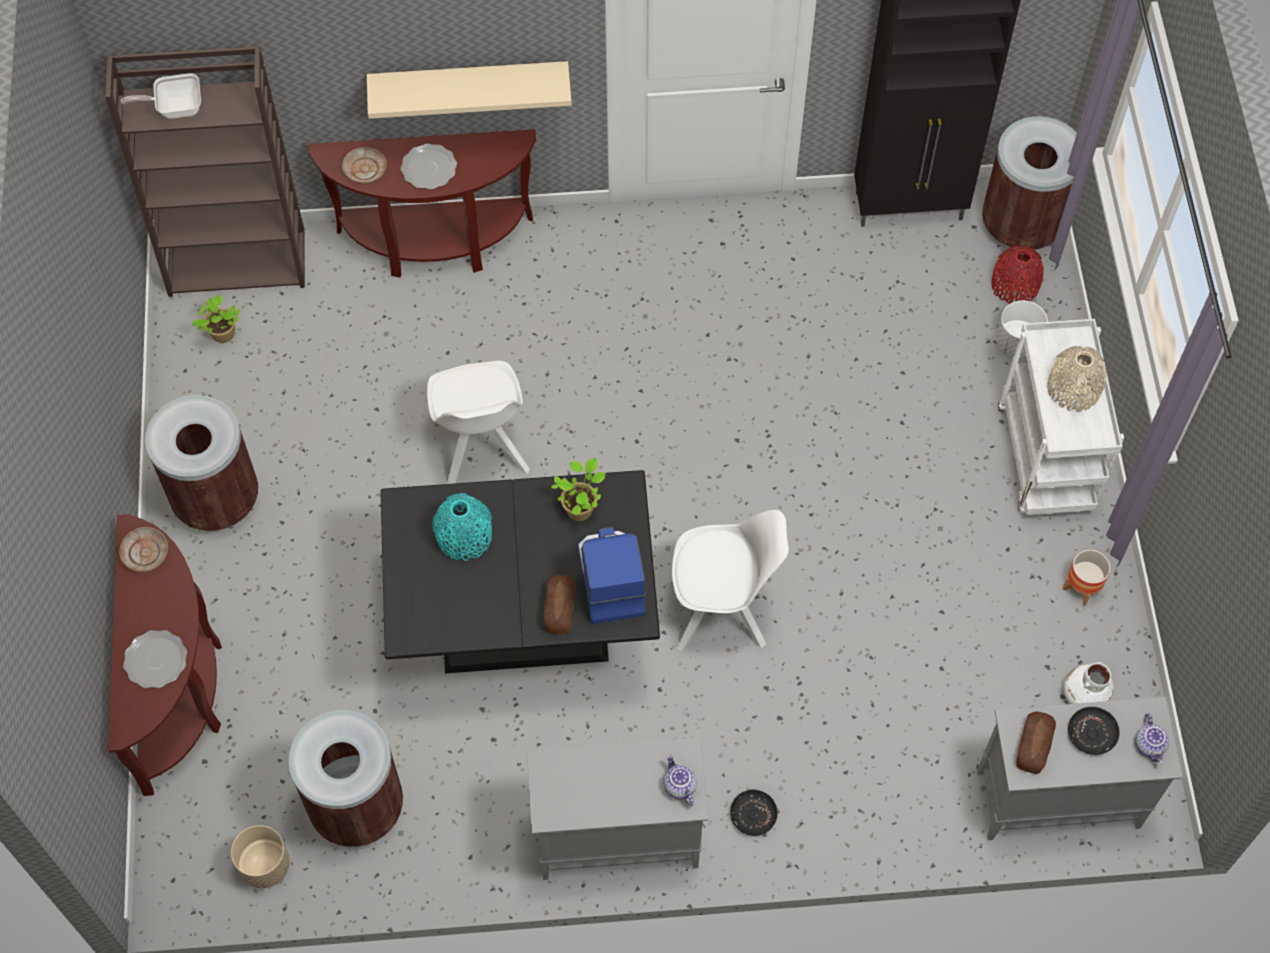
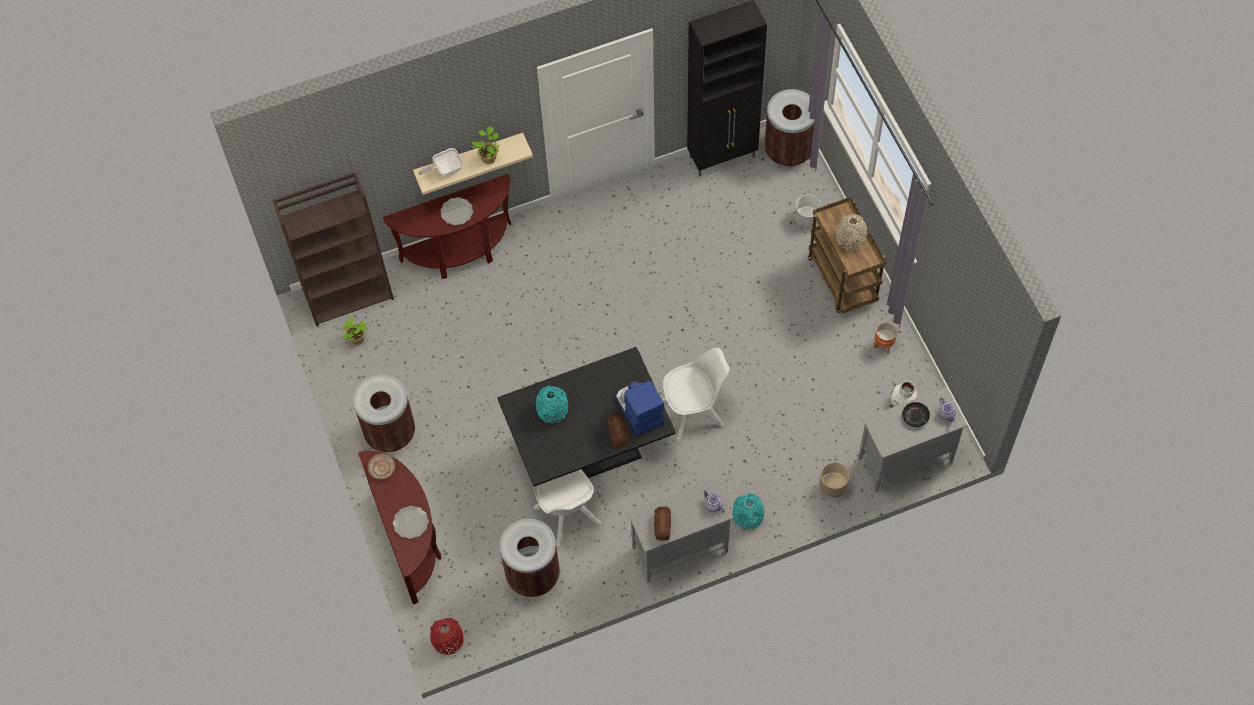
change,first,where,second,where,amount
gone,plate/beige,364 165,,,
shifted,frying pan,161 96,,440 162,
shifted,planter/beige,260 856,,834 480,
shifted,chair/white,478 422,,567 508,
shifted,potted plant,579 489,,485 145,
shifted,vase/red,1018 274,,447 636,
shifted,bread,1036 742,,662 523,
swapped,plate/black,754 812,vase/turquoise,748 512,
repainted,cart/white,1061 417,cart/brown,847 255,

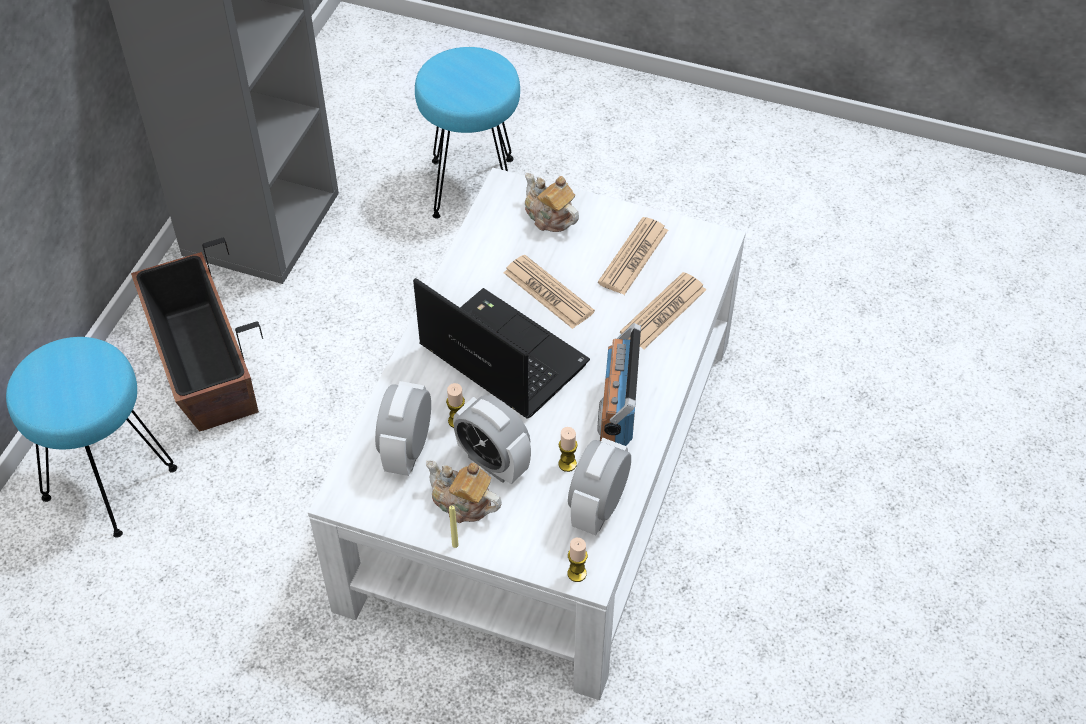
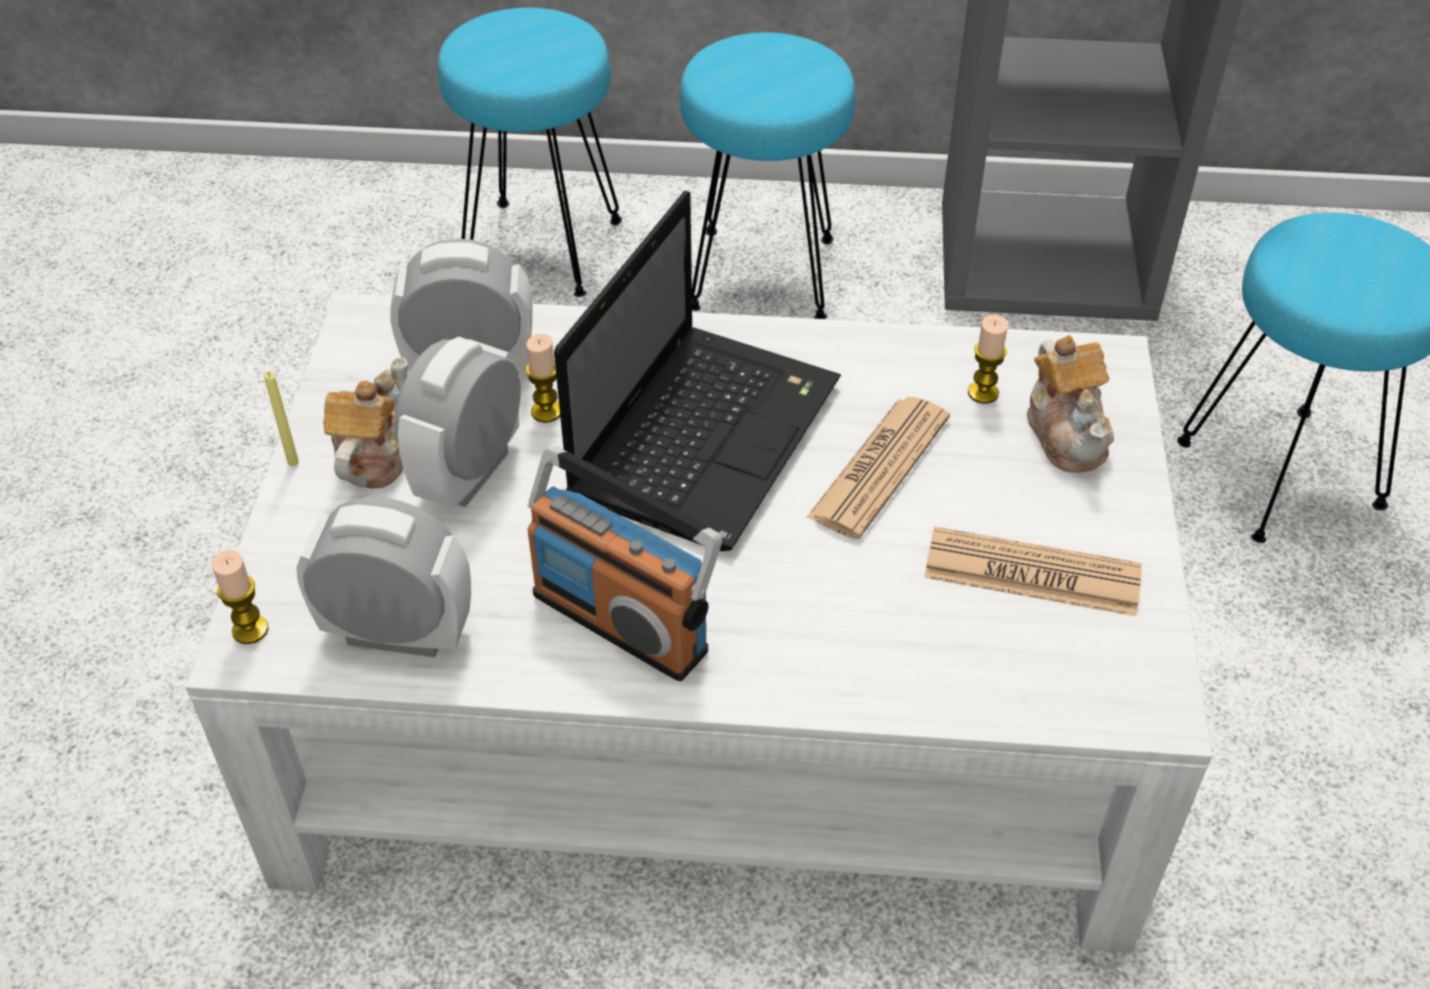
change,first,where,second,where,amount
gone,newspaper,663 310,,,
shifted,candle,568 449,,988 359,
swapped,planter,197 334,stool/turquoise,767 175,
rotated,teapot,552 202,,1070 404,135 degrees clockwise
rotated,radio,619 384,,624 564,135 degrees counterclockwise

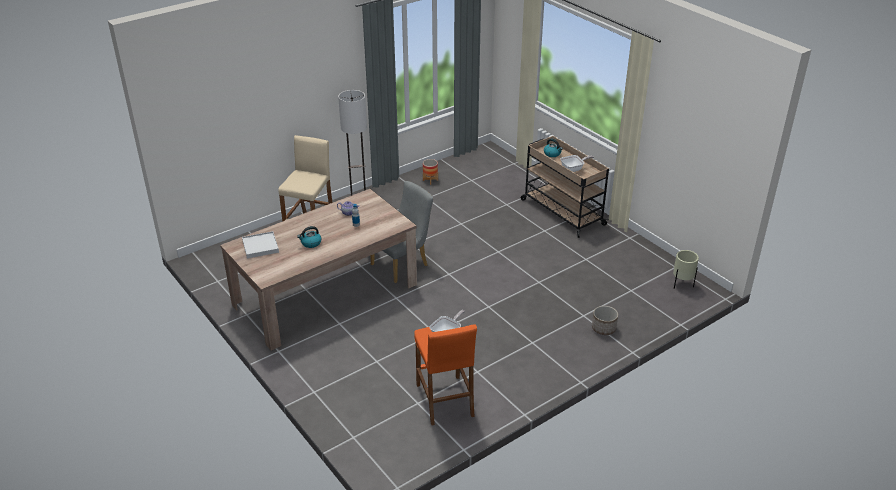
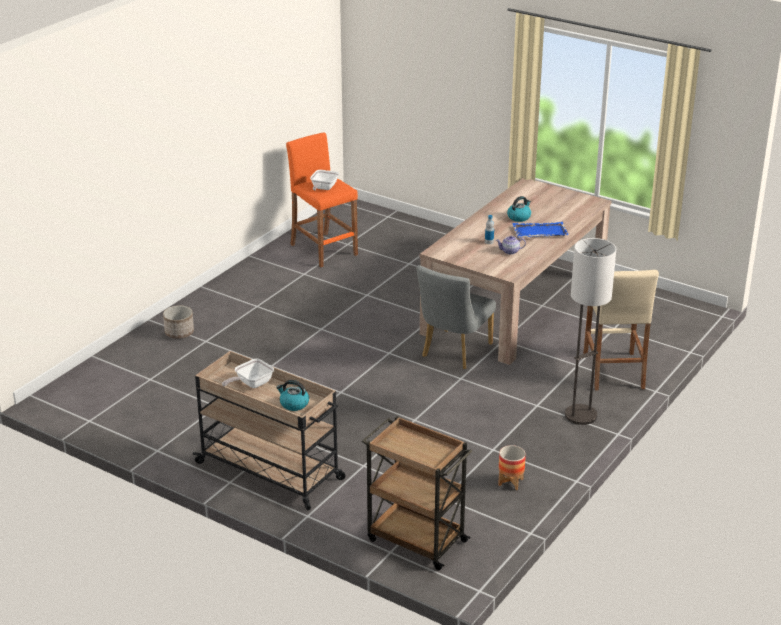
change,first,where,second,where,amount
gone,tray/white,260 244,,,
gone,planter/beige,686 269,,,
new,,,cart/brown,417 493,
new,,,tray/blue,540 229,

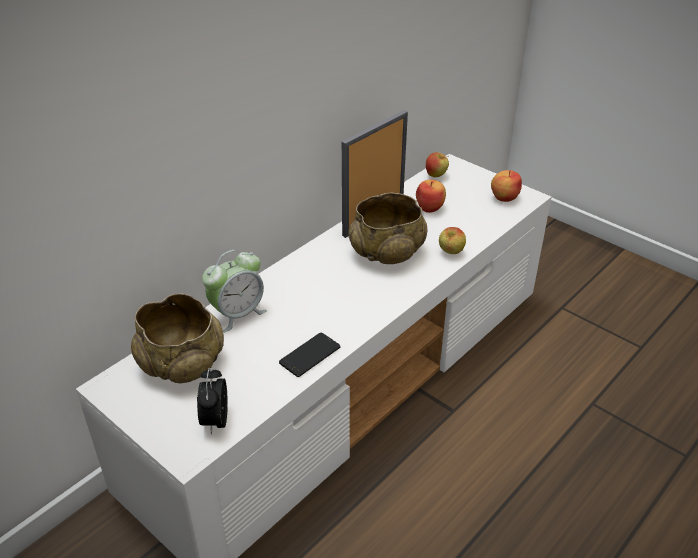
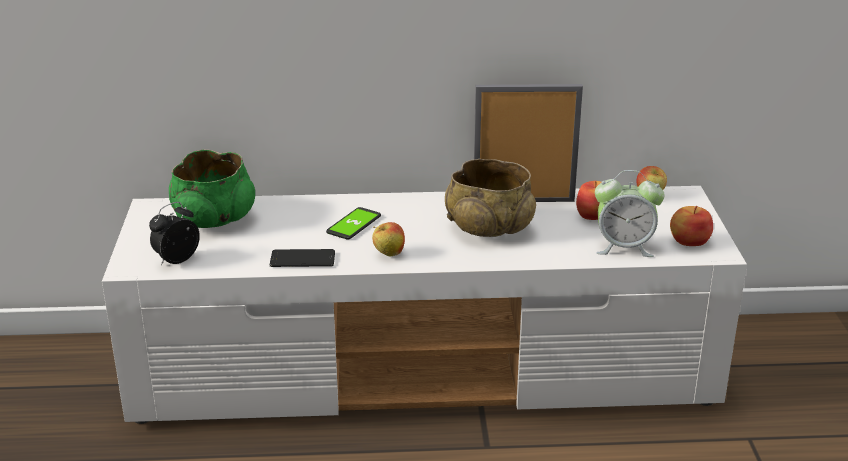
change,first,where,second,where,amount
new,,,phone,353 223,
shifted,alarm clock,234 291,,630 213,
shifted,apple,452 240,,388 239,
repainted,bowl/beige,177 339,bowl/green,212 188,

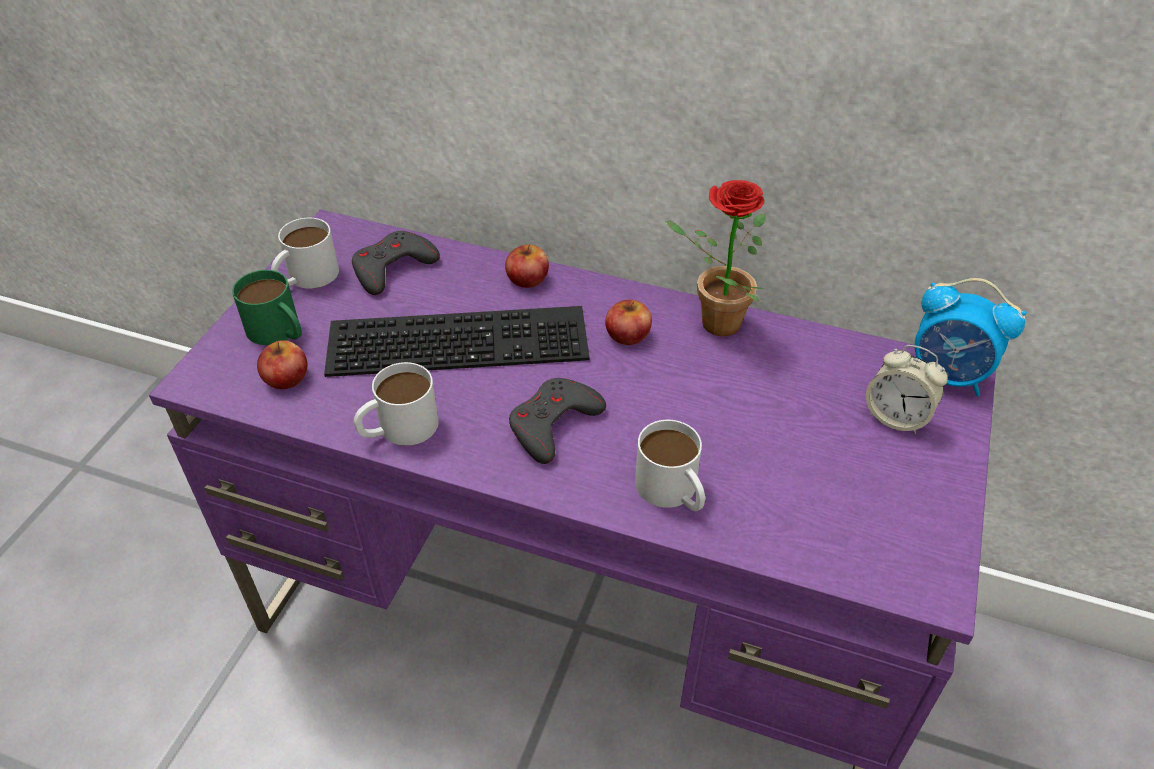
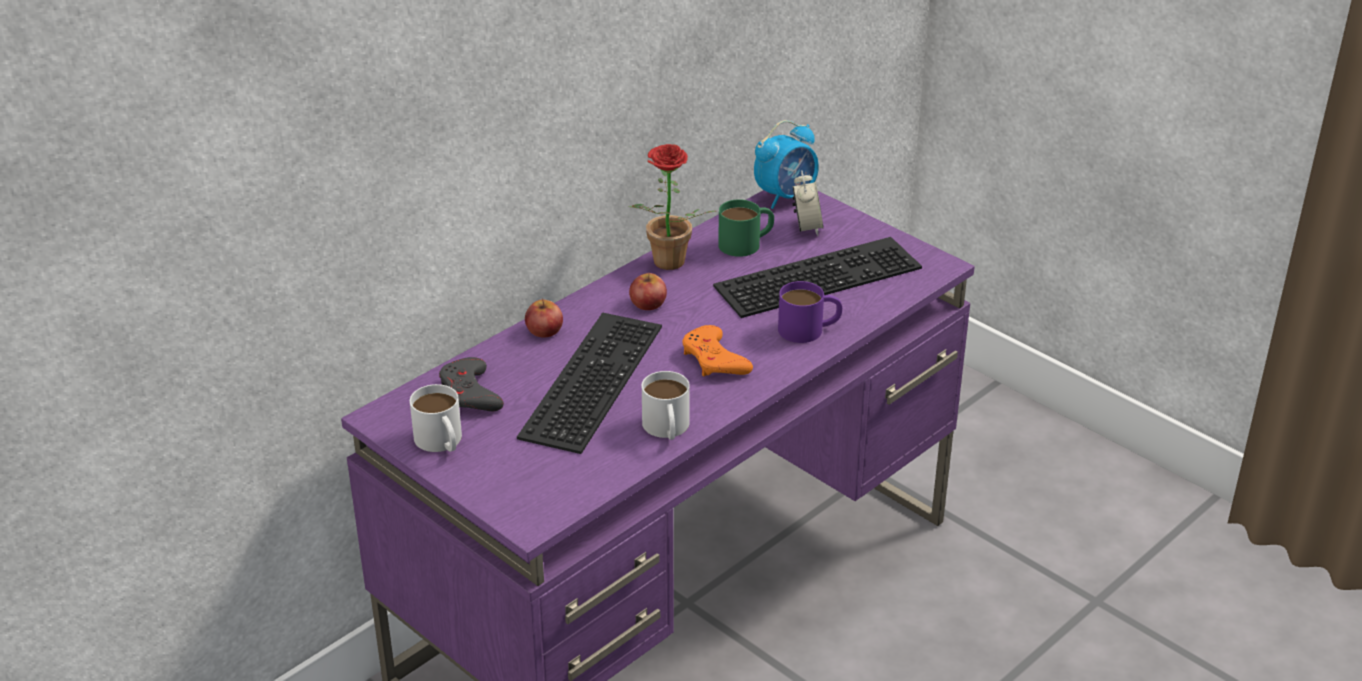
change,first,where,second,where,amount
gone,apple,282 364,,,
new,,,keyboard,817 277,
shifted,mug/green,267 307,,746 228,
repainted,game controller/grey,557 421,game controller/orange,717 351,
repainted,mug/white,670 465,mug/purple,810 312,
rotated,alarm clock,907 389,,807 203,60 degrees counterclockwise

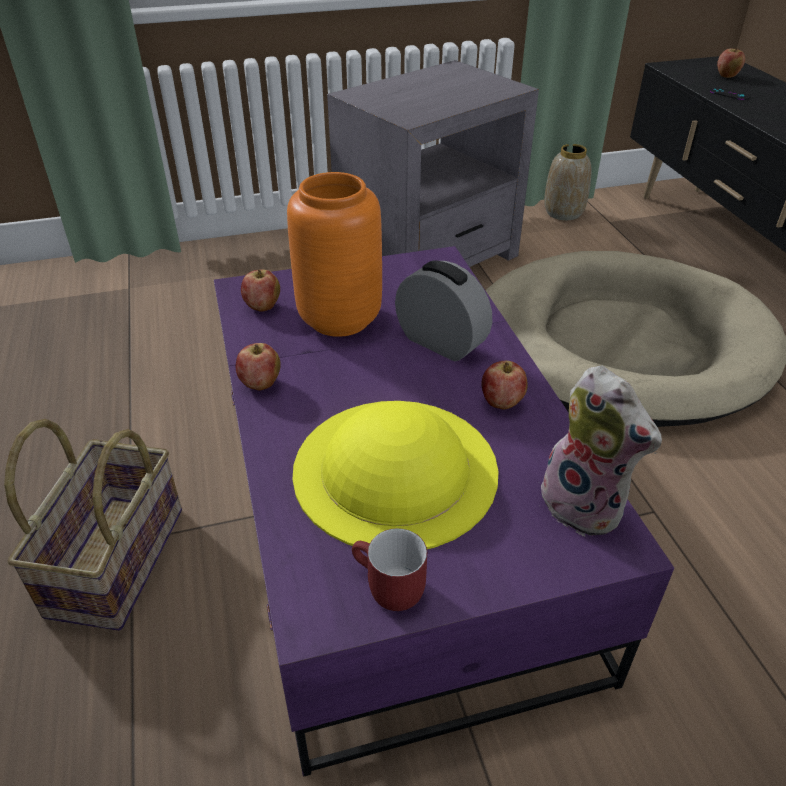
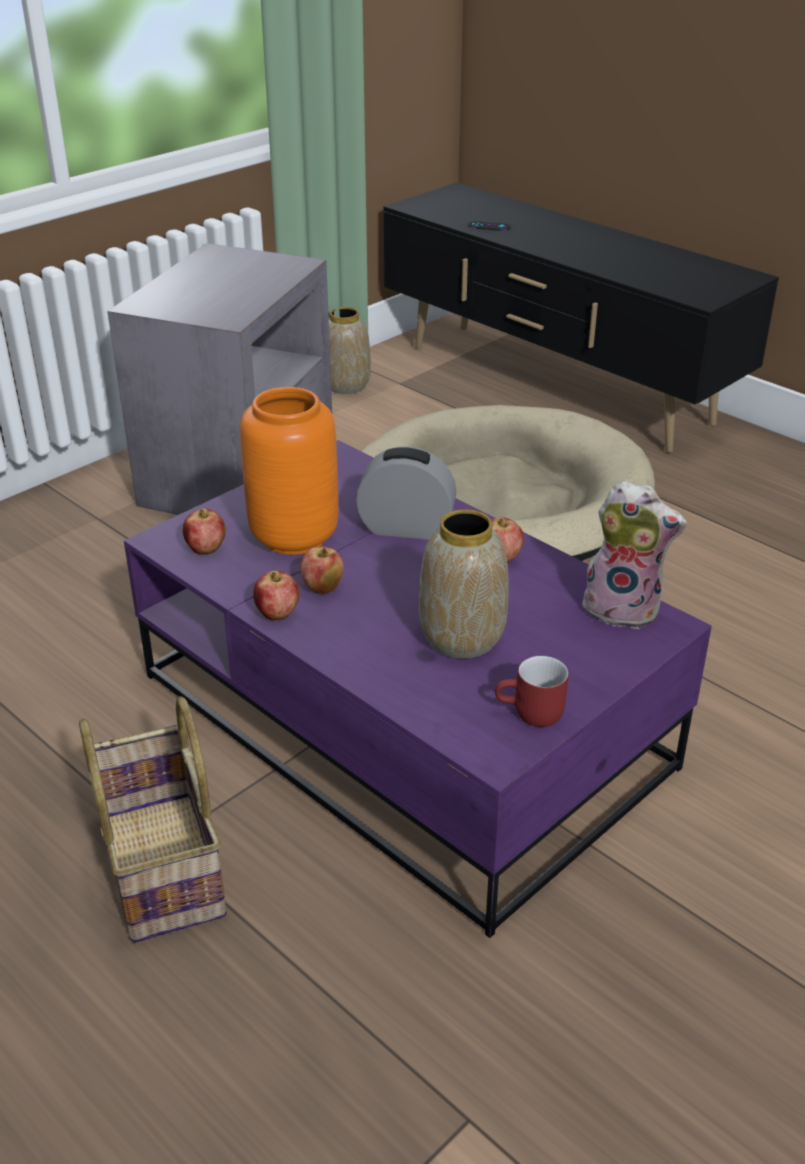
change,first,where,second,where,amount
shifted,apple,731 63,,322 570,
swapped,hat/yellow,395 475,vase,464 583,

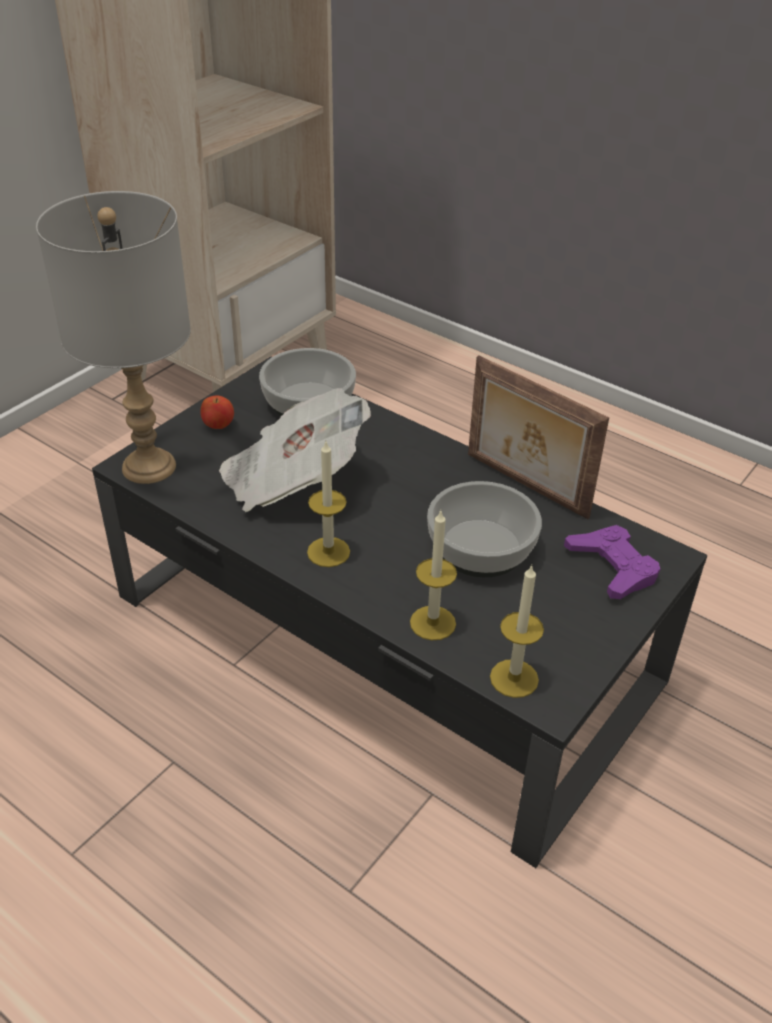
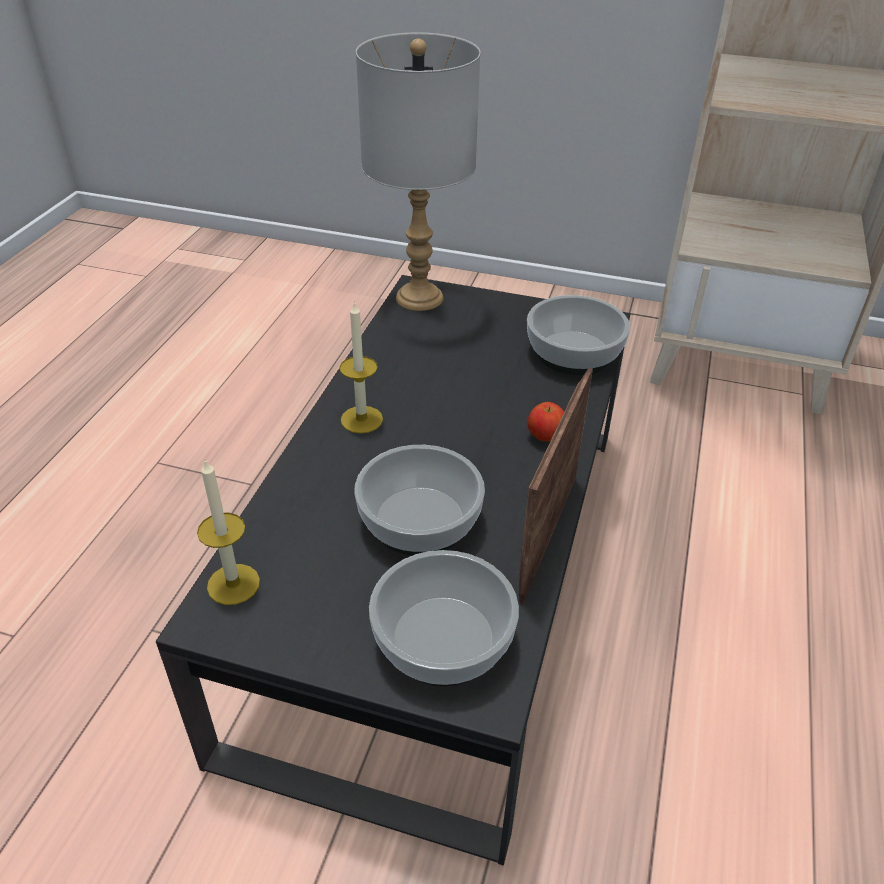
change,first,where,second,where,amount
gone,newspaper,295 450,,,
gone,candle,433 575,,,
shifted,apple,217 412,,545 421,
swapped,game controller/purple,612 562,bowl,444 618,

